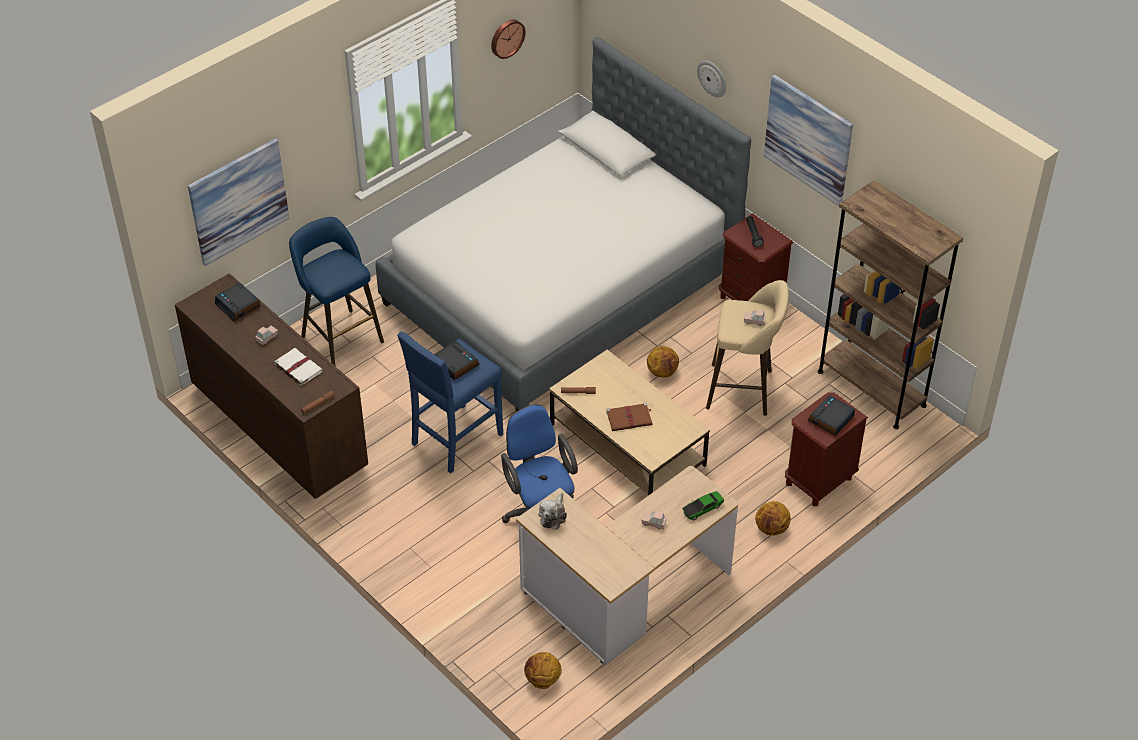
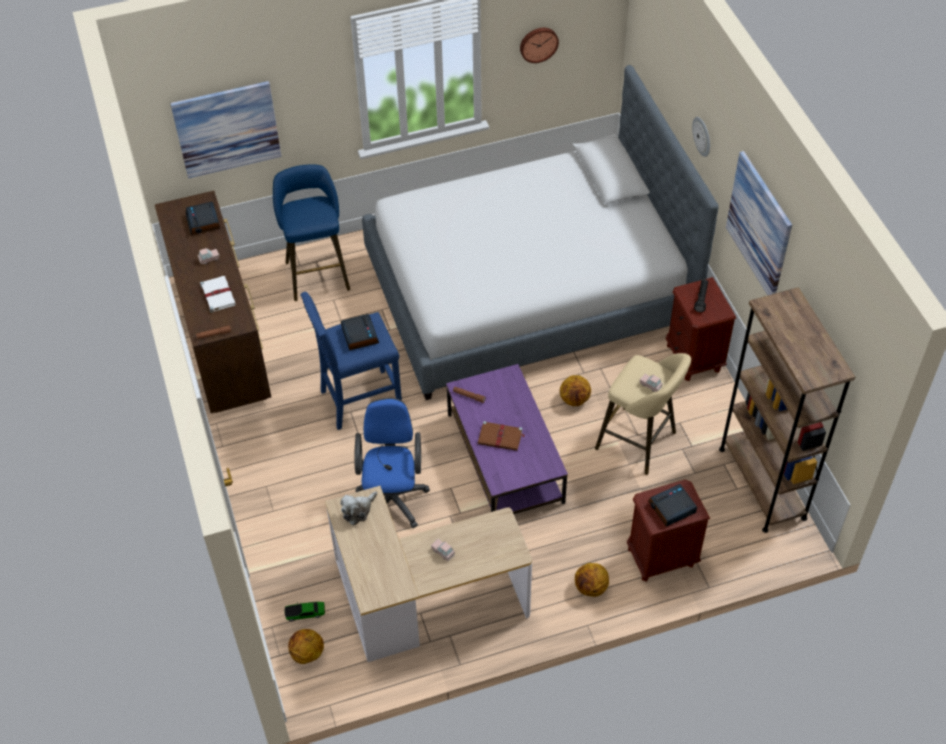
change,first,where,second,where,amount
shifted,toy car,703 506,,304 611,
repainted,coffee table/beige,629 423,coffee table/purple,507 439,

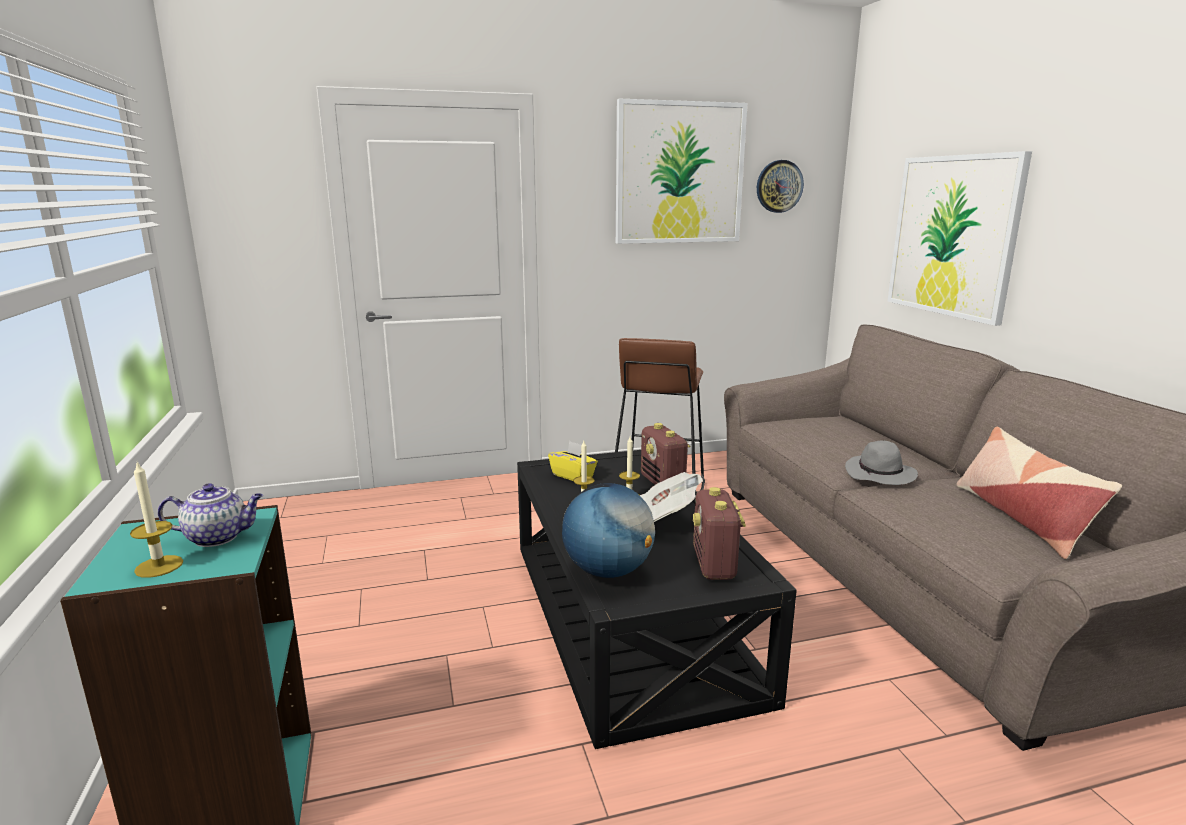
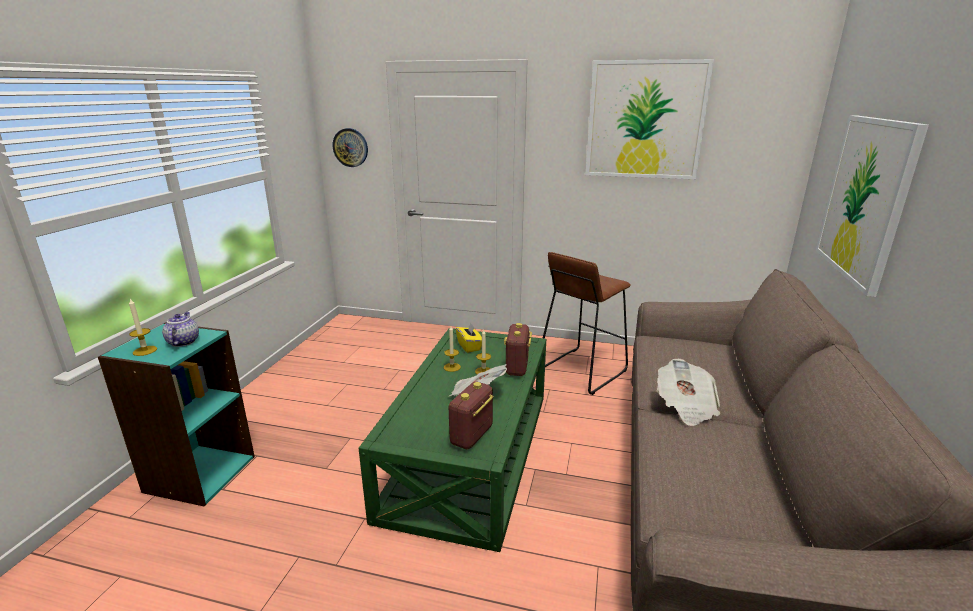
change,first,where,second,where,amount
gone,globe,608 530,,,
gone,pillow,1039 492,,,
shifted,wall clock,780 186,,350 147,
swapped,hat/grey,881 463,newspaper,688 392,
repainted,coffee table/black,657 599,coffee table/green,452 440,
rotated,teapot,210 515,,180 329,120 degrees counterclockwise

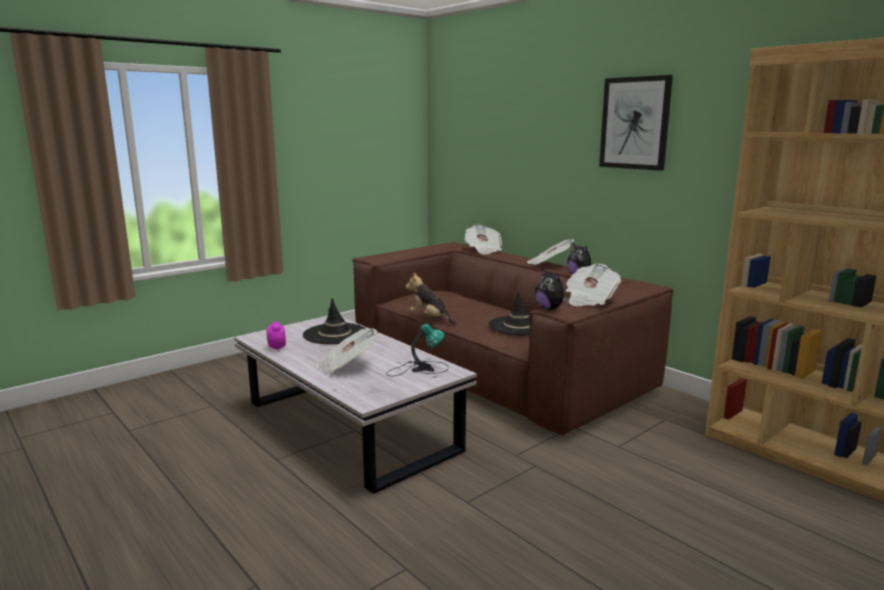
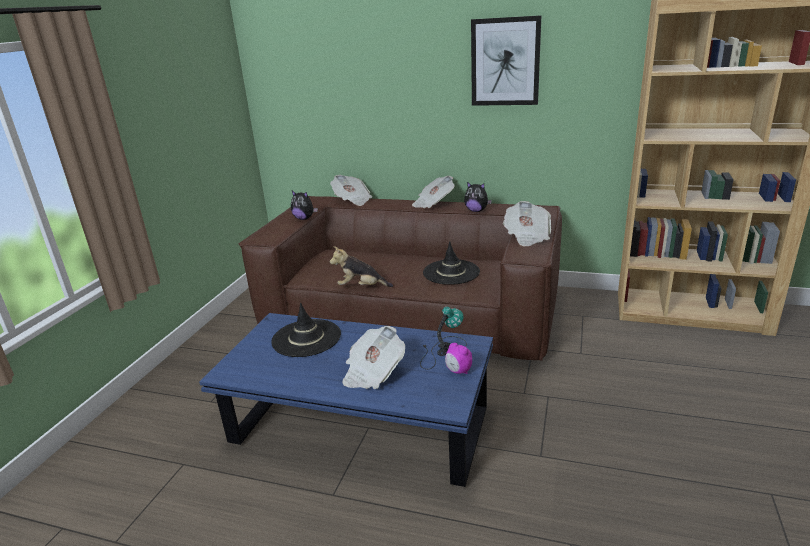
change,first,where,second,where,amount
shifted,alarm clock,276 336,,458 358,
shifted,plush toy,552 289,,304 205,
repainted,coffee table/white,355 405,coffee table/blue,346 400,

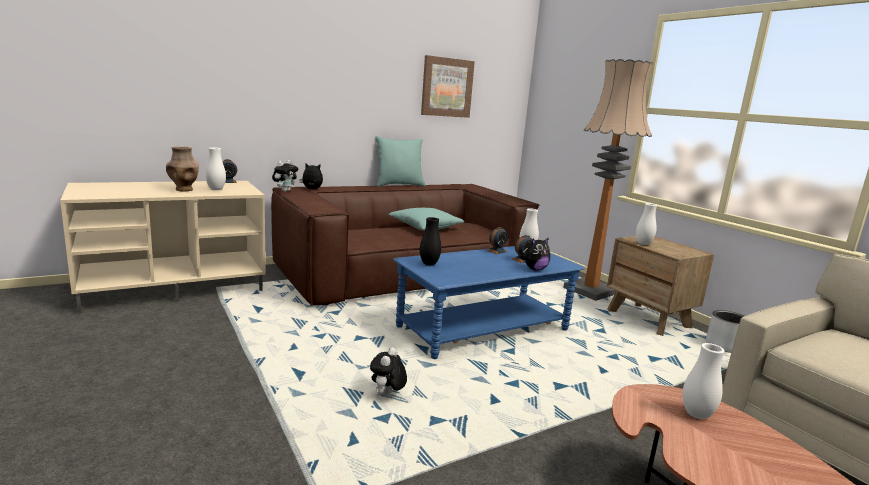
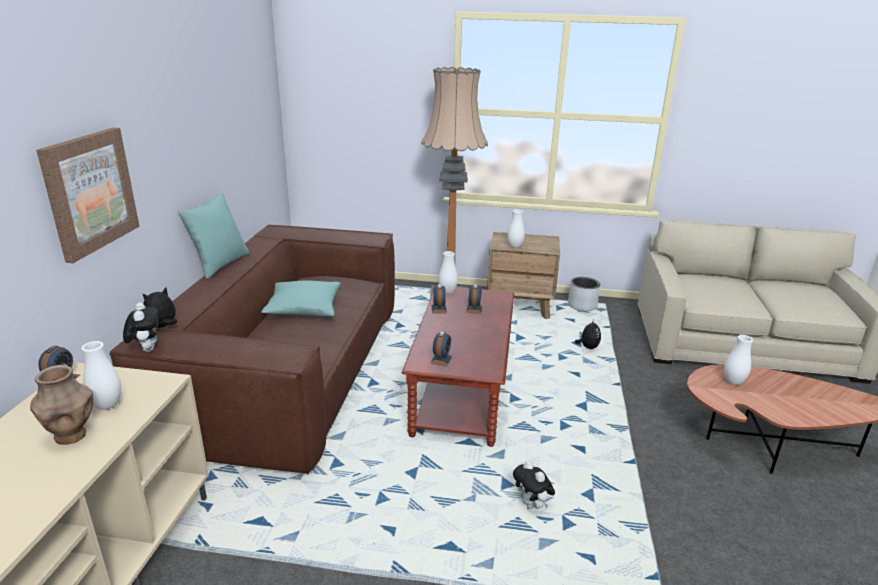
change,first,where,second,where,amount
shifted,picture,448 86,,88 195,
shifted,plush toy,535 254,,588 334,
swapped,vase/black,430 241,alarm clock,441 349,
repainted,coffee table/blue,488 302,coffee table/brown,458 366,

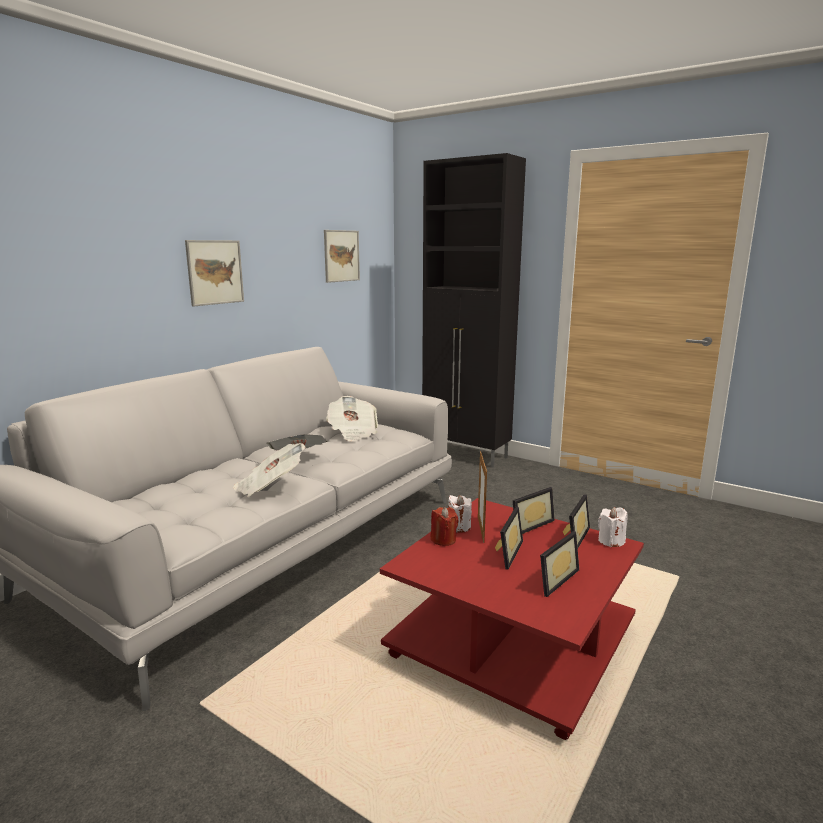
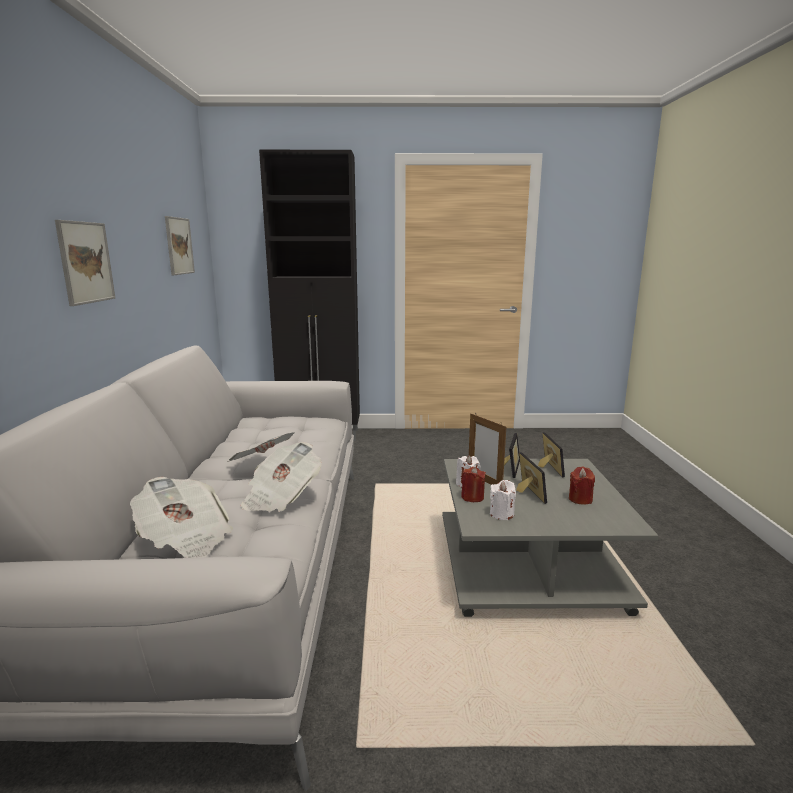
change,first,where,second,where,amount
shifted,newspaper,352 419,,181 517,
shifted,candle/white,613 527,,503 500,
swapped,picture frame,559 564,candle/red,582 486,
repainted,coffee table/red,512 619,coffee table/grey,550 538,

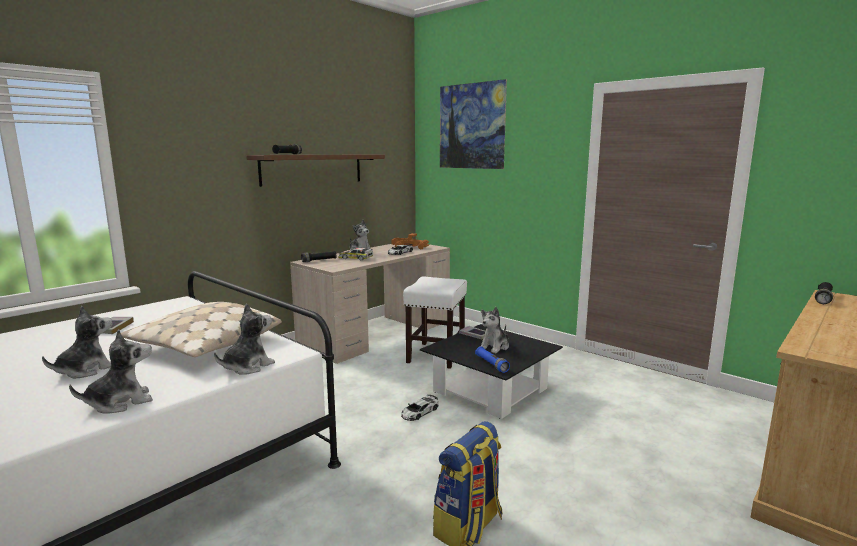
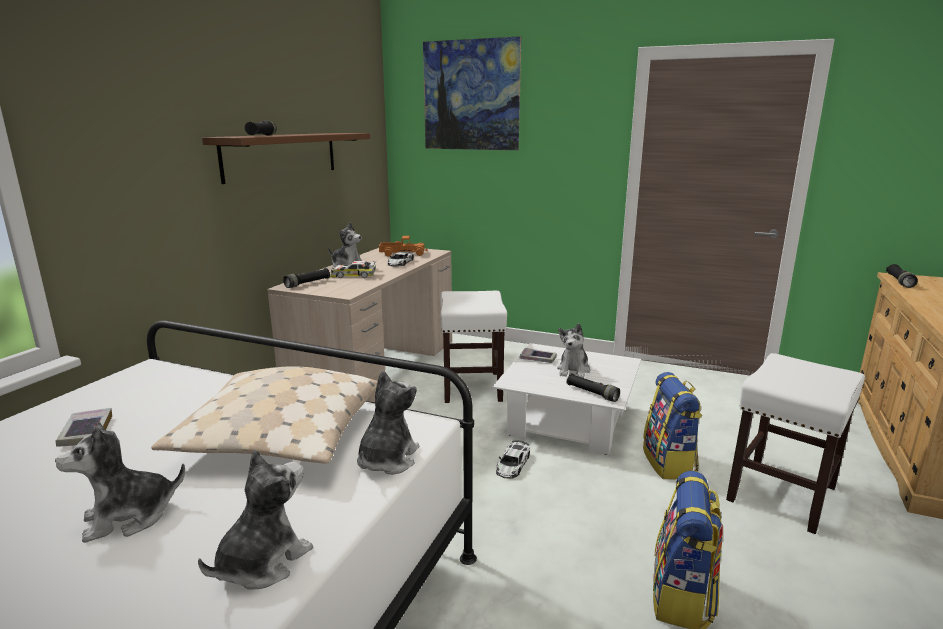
change,first,where,second,where,amount
new,,,backpack,672 425,
new,,,stool/white,795 443,
repainted,coffee table/black,491 371,coffee table/white,566 399,
repainted,flashlight/blue,492 360,flashlight/black,593 387,
rotated,plush toy,77 342,,120 482,135 degrees counterclockwise

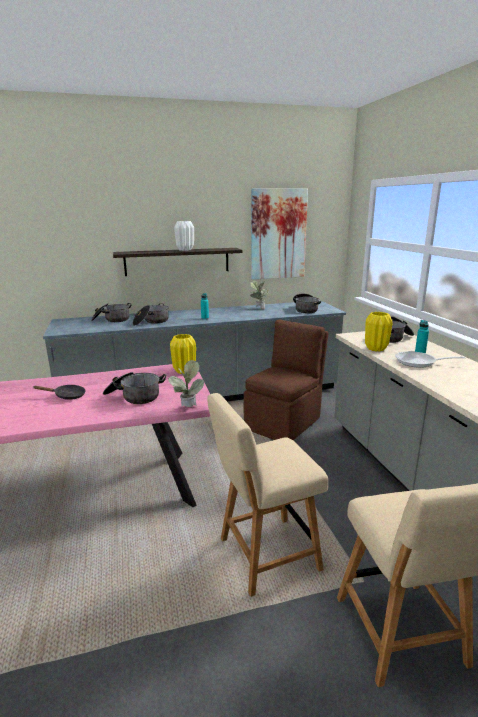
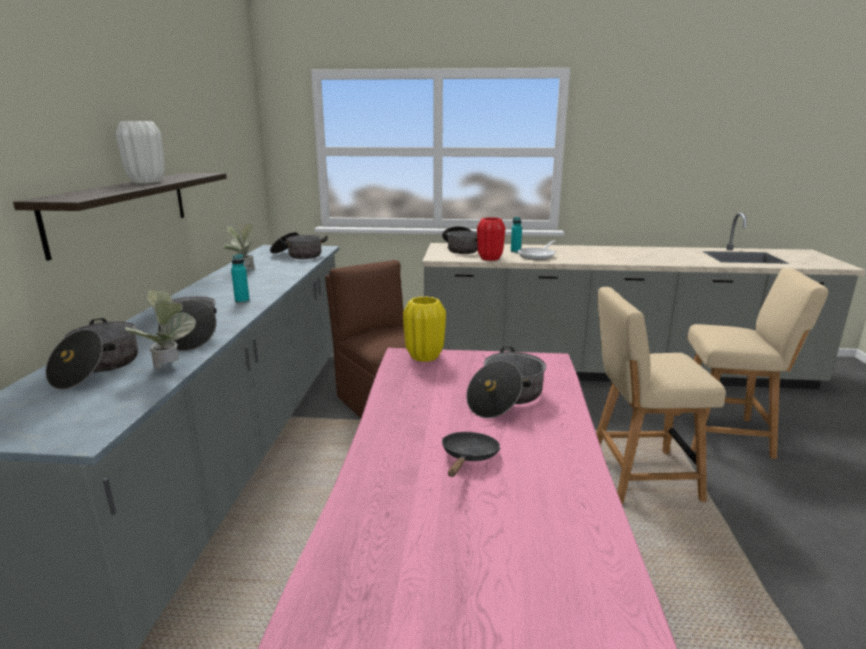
change,first,where,second,where,amount
gone,picture,279 234,,,
shifted,potted plant,186 383,,160 329,
repainted,vase/yellow,379 332,vase/red,491 239,
rotated,chair/beige,267 495,,661 395,90 degrees clockwise

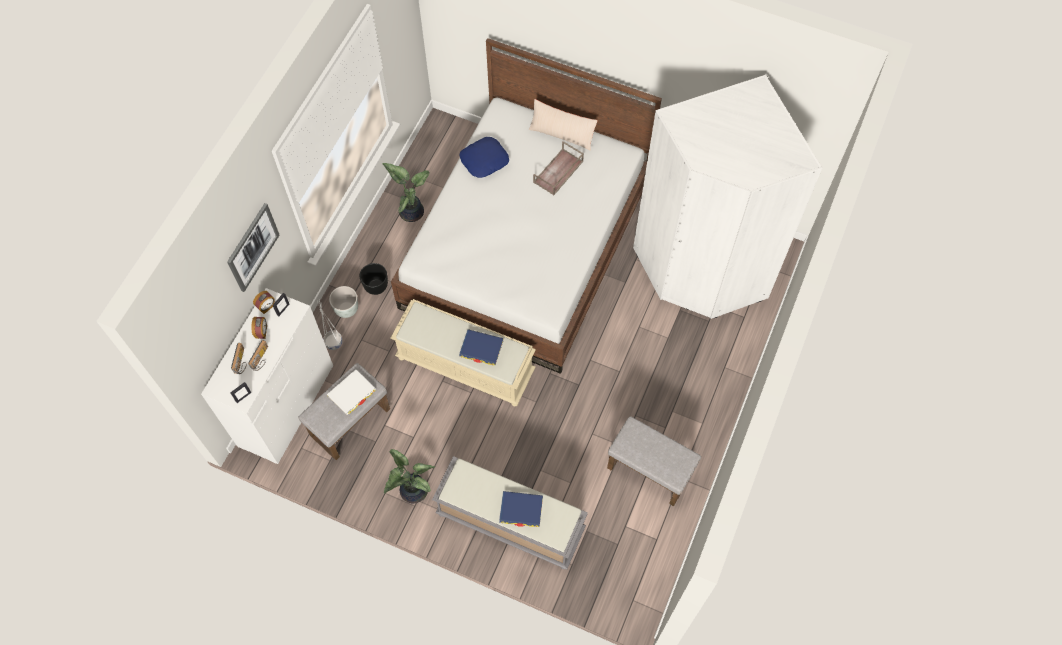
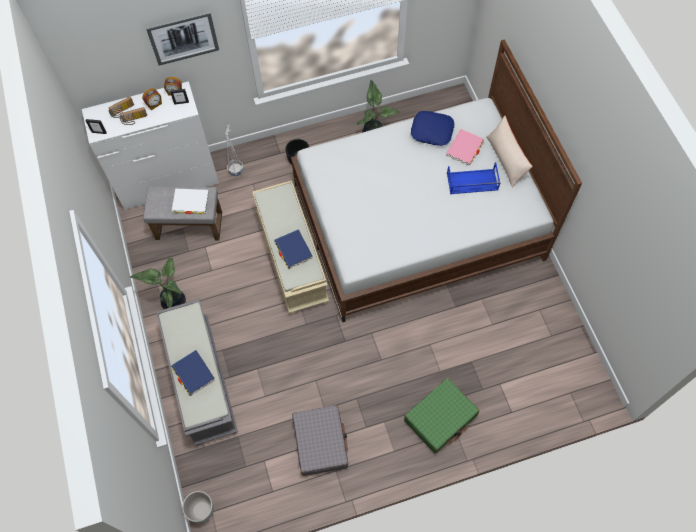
change,first,where,second,where,amount
gone,wardrobe/white,727 197,,,
new,,,suitcase/green,441 416,
new,,,book/pink,465 147,
shifted,planter/grey,343 302,,198 507,
swapped,ottoman/grey,654 461,suitcase/grey,320 440,
repainted,tray/brown,558 168,tray/blue,473 178,

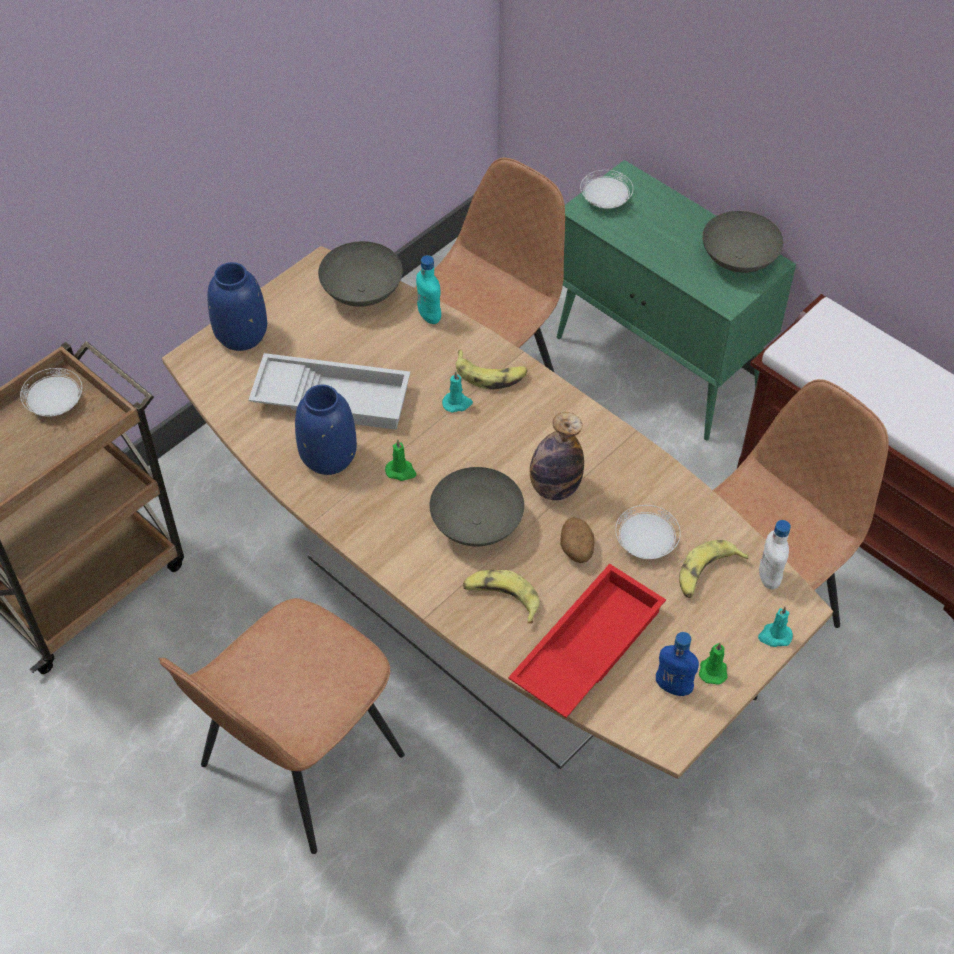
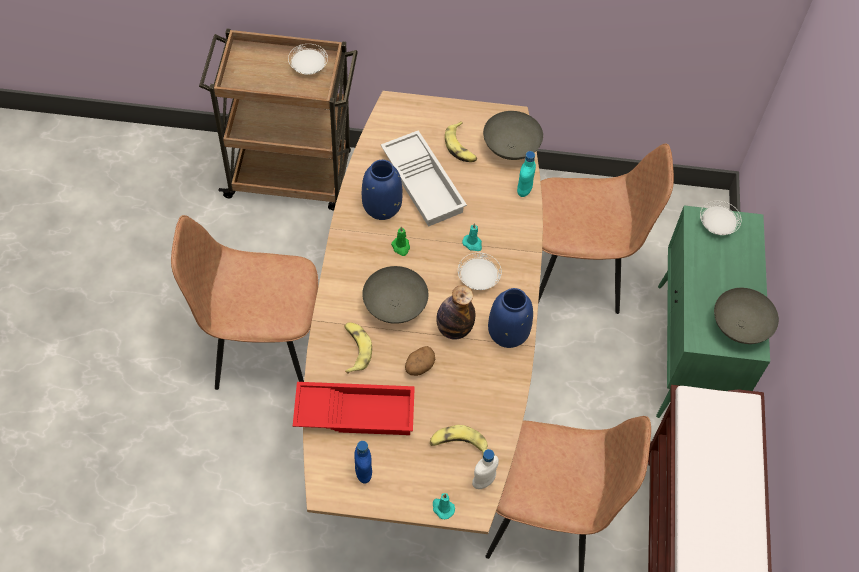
change,first,where,second,where,amount
gone,candle/green,713 663,,,
shifted,vase/blue,237 306,,510 318,
shifted,banana,492 369,,461 141,
shifted,plate/white,648 532,,480 271,

